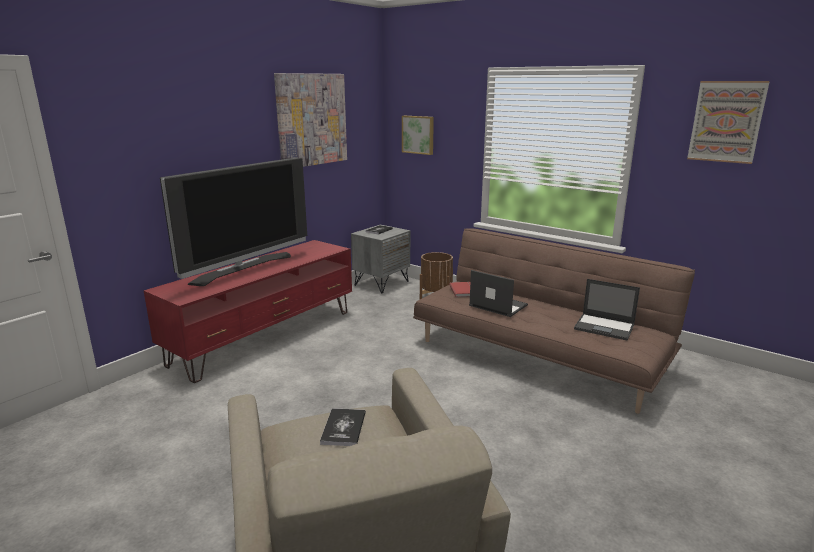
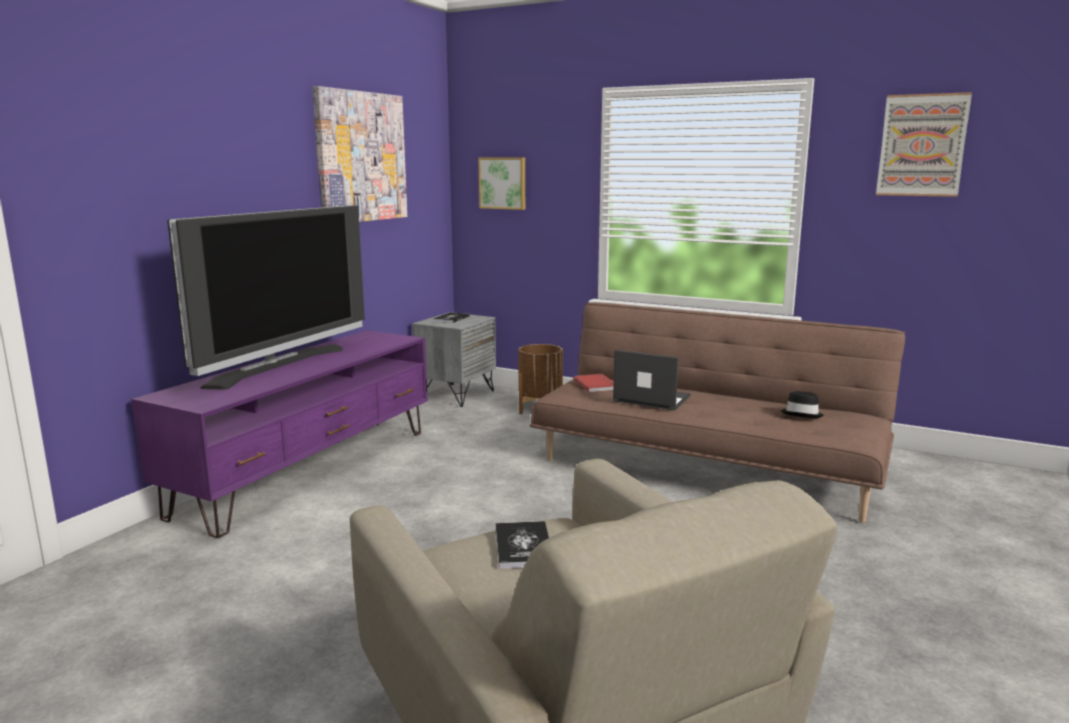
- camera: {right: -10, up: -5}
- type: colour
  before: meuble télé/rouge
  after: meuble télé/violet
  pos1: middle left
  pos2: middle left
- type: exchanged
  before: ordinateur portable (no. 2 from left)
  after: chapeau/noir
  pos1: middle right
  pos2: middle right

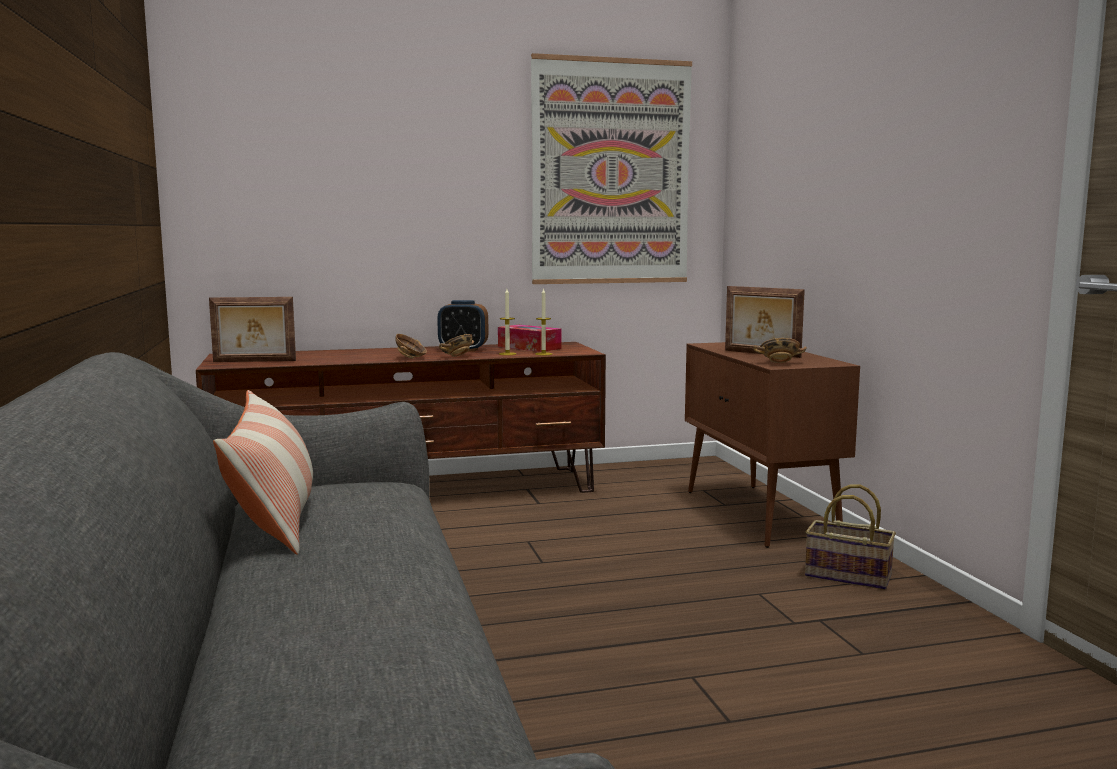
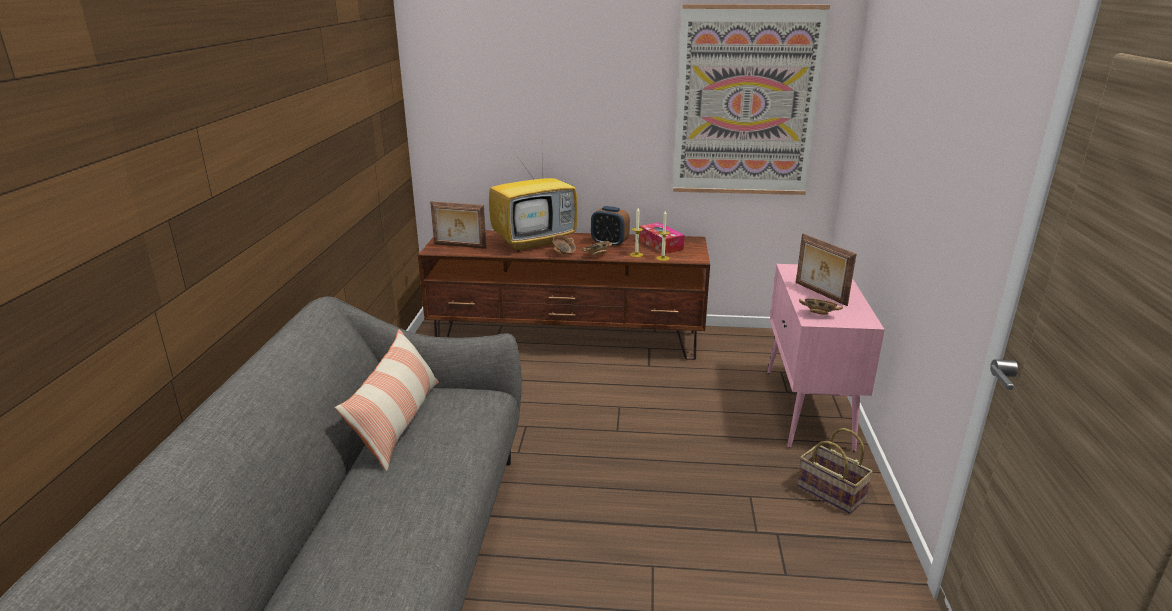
- camera: {right: 20, up: 15}
- type: appeared
  after: téléviseur
  pos2: top centre
- type: colour
  before: meuble de rangement/marron
  after: meuble de rangement/rose
  pos1: middle right
  pos2: middle right

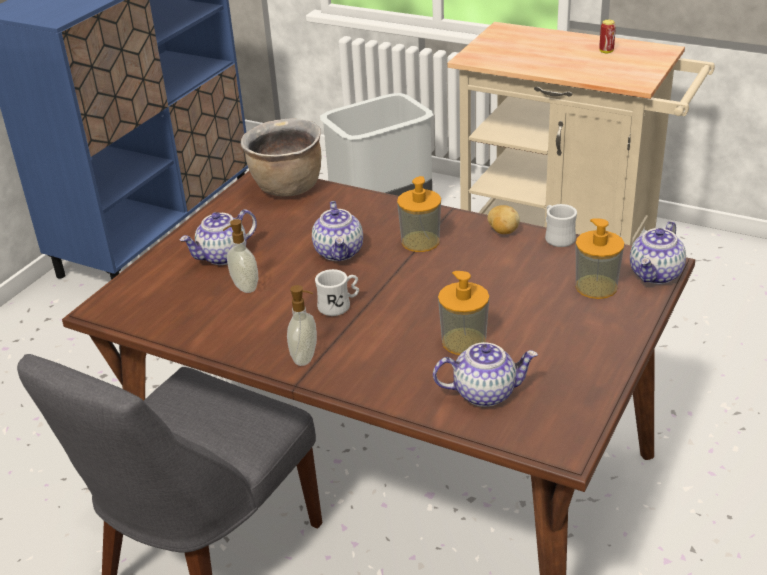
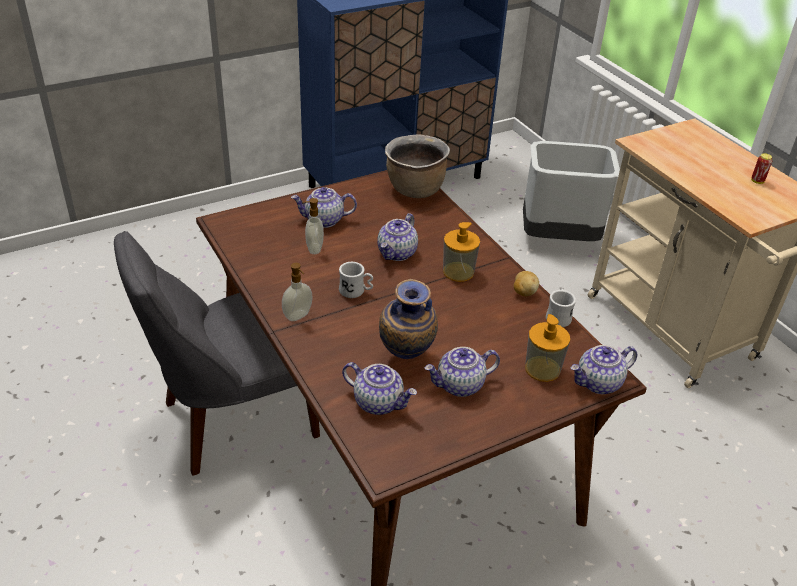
- camera: {right: 30, up: 5}
- type: exchanged
  before: distributeur de savon (no. 4 from left)
  after: vase
  pos1: centre
  pos2: centre
- type: appeared
  after: théière (no. 4 from left)
  pos2: centre

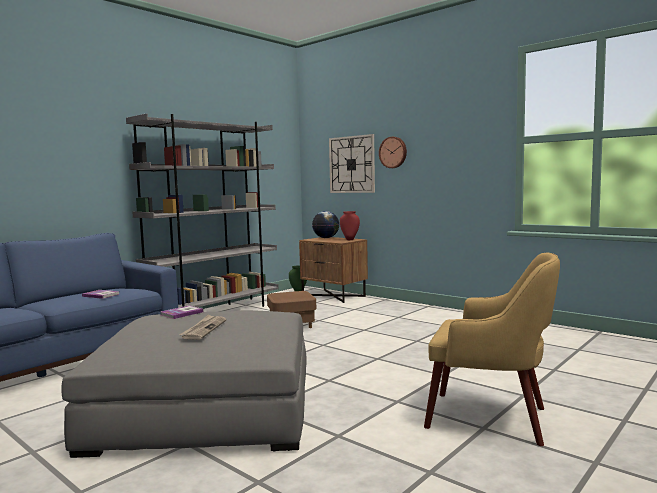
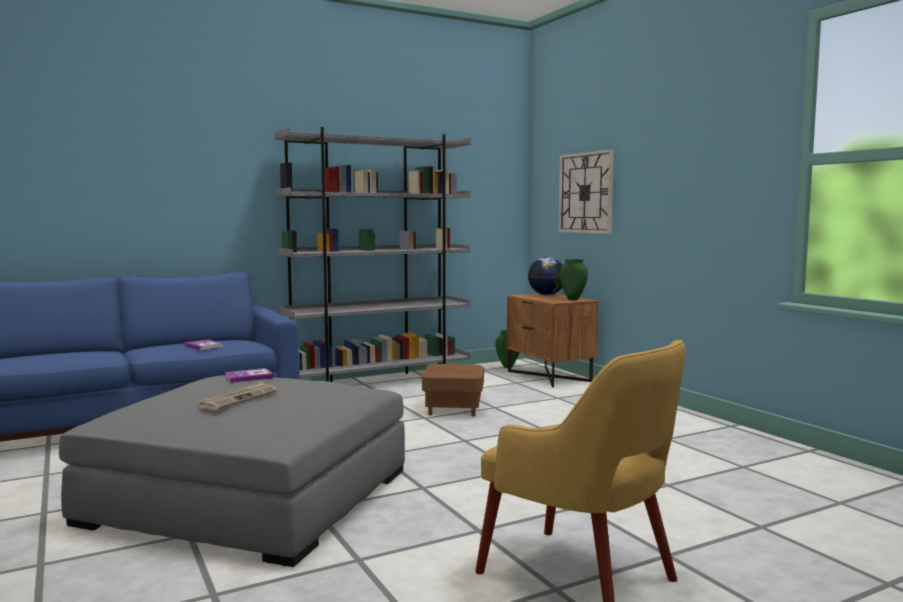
- camera: {right: 20, up: 0}
- type: colour
  before: vase/rouge
  after: vase/vert (no. 2 from left)
  pos1: centre
  pos2: centre
- type: missing
  before: horloge murale (no. 2 from left)
  pos1: top centre

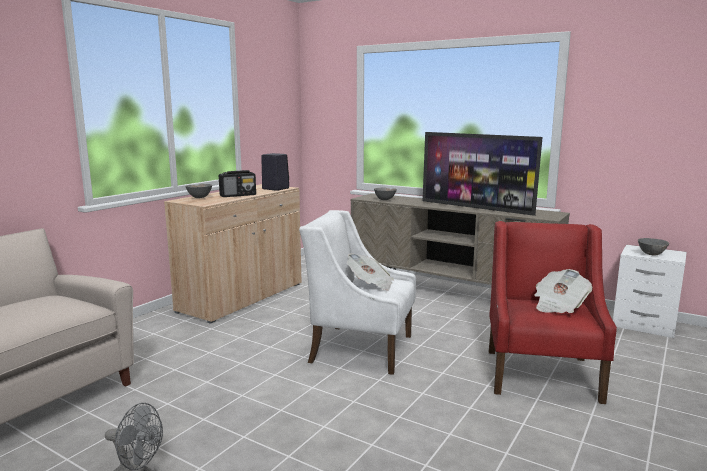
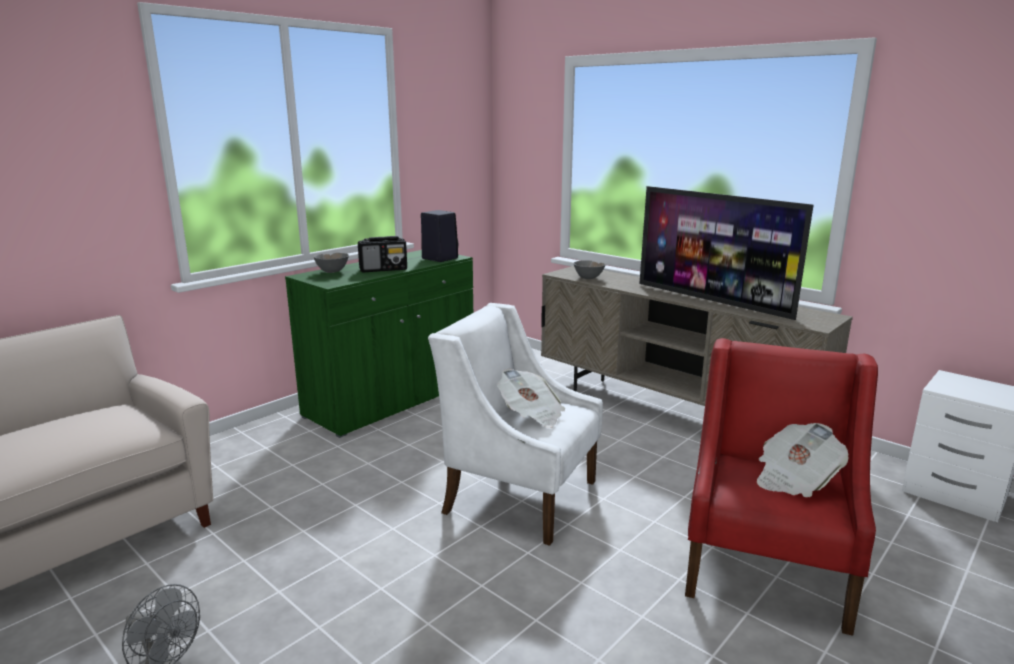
- camera: {right: 10, up: 5}
- type: colour
  before: meuble de rangement/beige
  after: meuble de rangement/vert
  pos1: middle left
  pos2: centre
- type: missing
  before: bol/gris (no. 3 from left)
  pos1: middle right

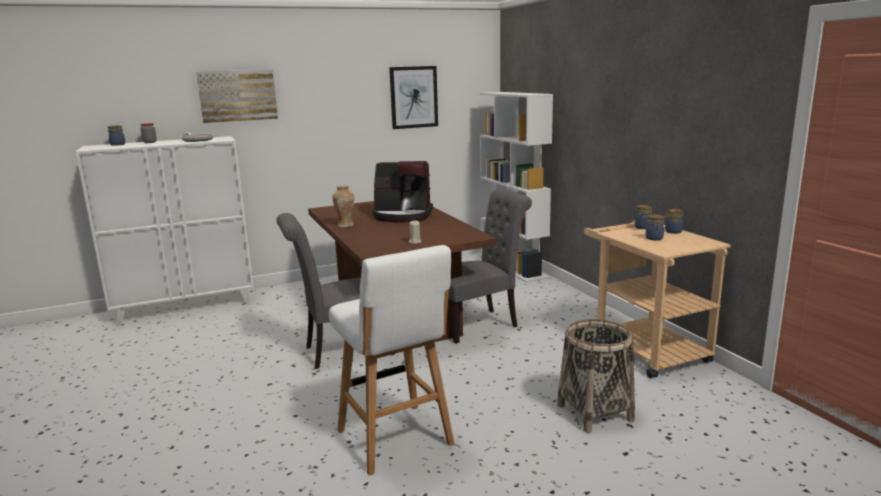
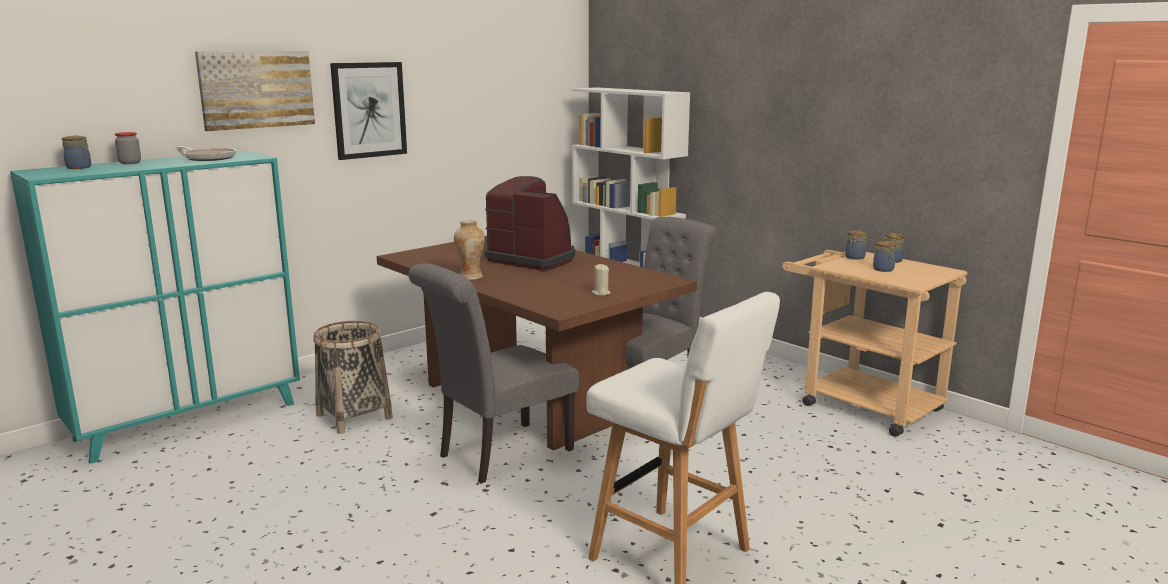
- camera: {right: -20, up: 0}
- type: colour
  before: meuble de rangement/blanc
  after: meuble de rangement/turquoise
  pos1: middle left
  pos2: middle left
- type: relocated
  before: panier
  pos1: bottom right
  pos2: middle left
- type: relocated
  before: tableau (no. 2 from left)
  pos1: top centre
  pos2: top left
- type: spun
  before: machine à café
  pos1: centre
  pos2: centre
  turn: -135

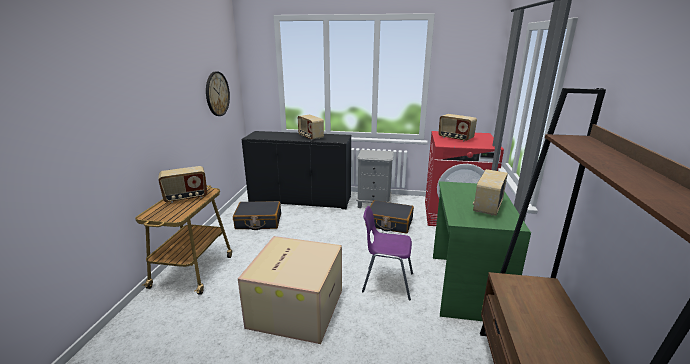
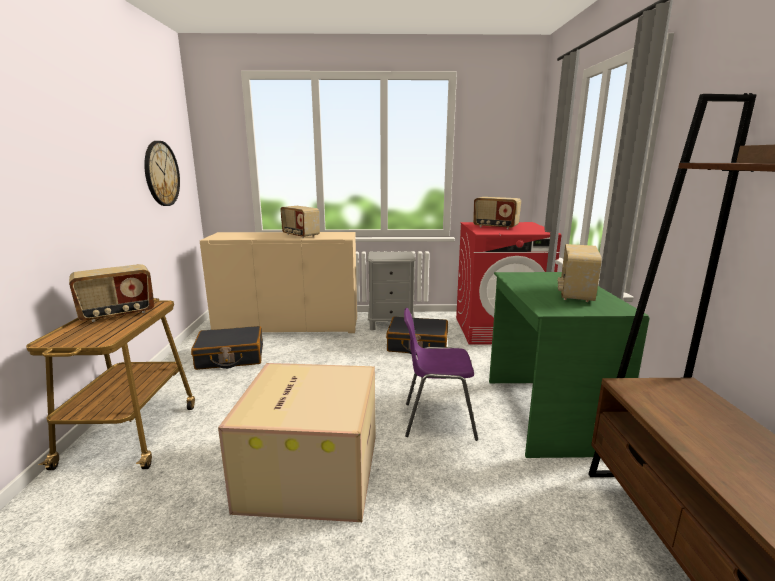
- camera: {right: -10, up: -5}
- type: colour
  before: meuble de rangement/noir
  after: meuble de rangement/beige
  pos1: centre
  pos2: centre

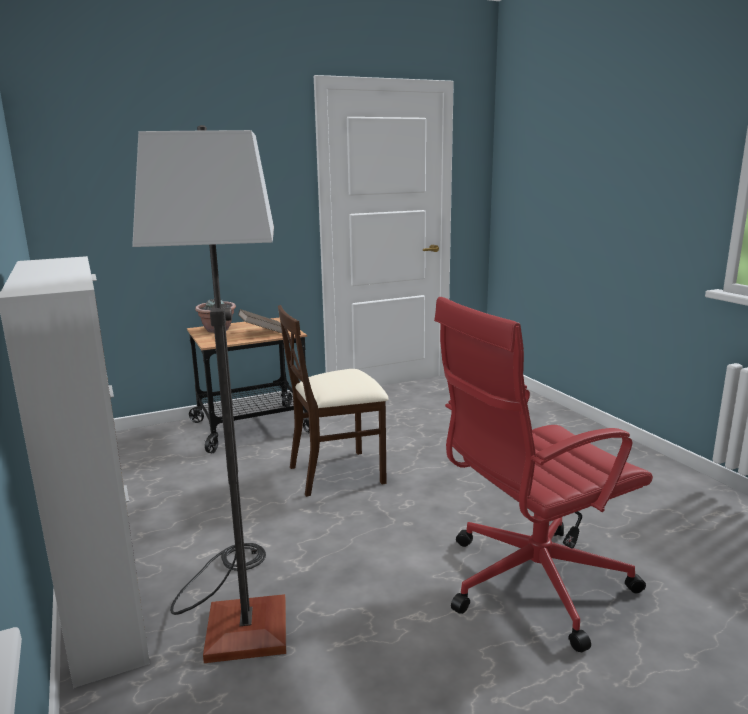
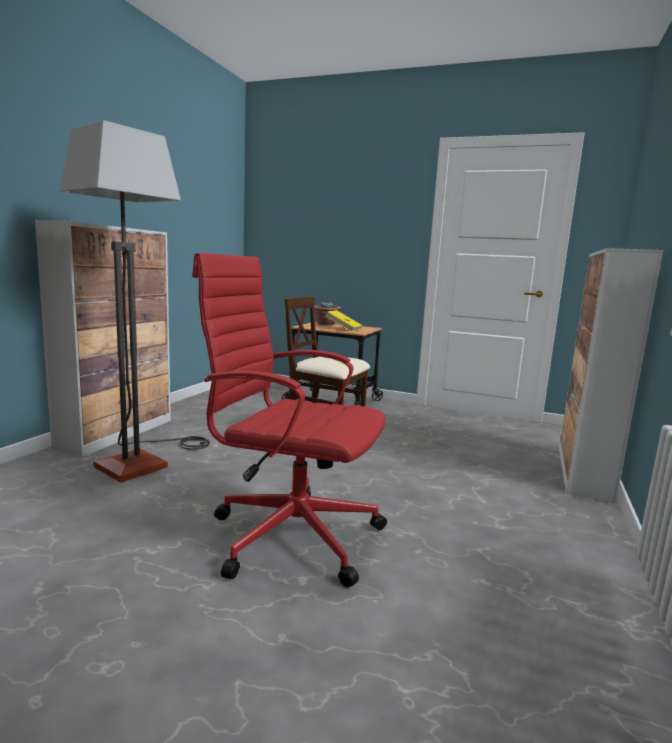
- camera: {right: 45, up: -5}
- type: colour
  before: livre/marron
  after: livre/jaune
  pos1: centre
  pos2: centre
- type: appeared
  after: meuble de rangement (no. 2 from left)
  pos2: middle right

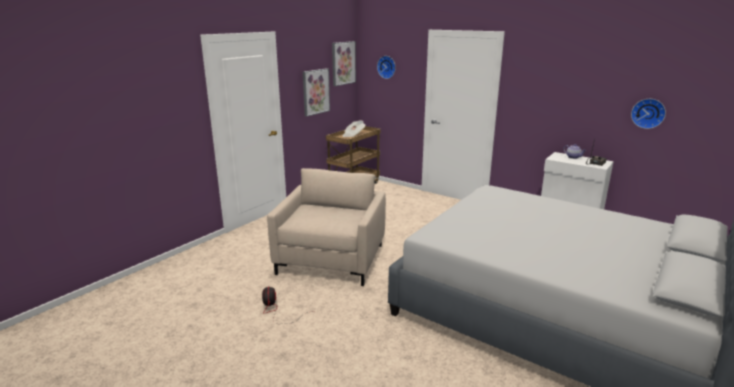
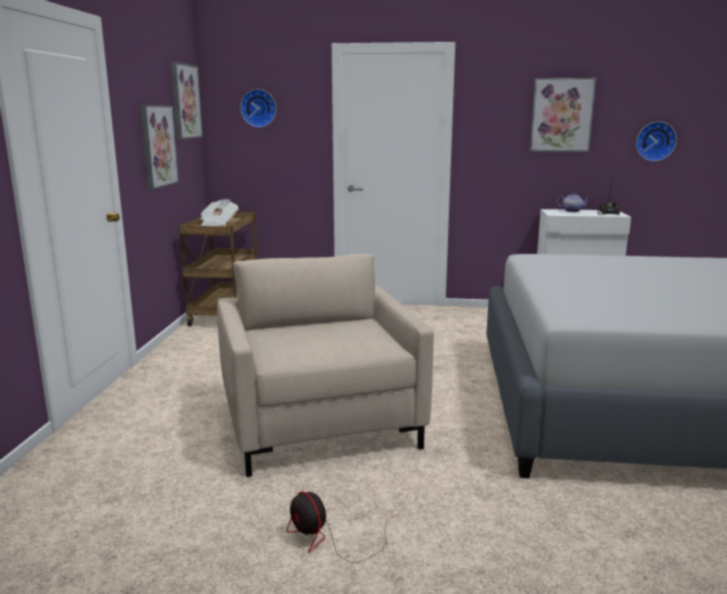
- camera: {right: -30, up: -5}
- type: appeared
  after: tableau (no. 3 from left)
  pos2: top right

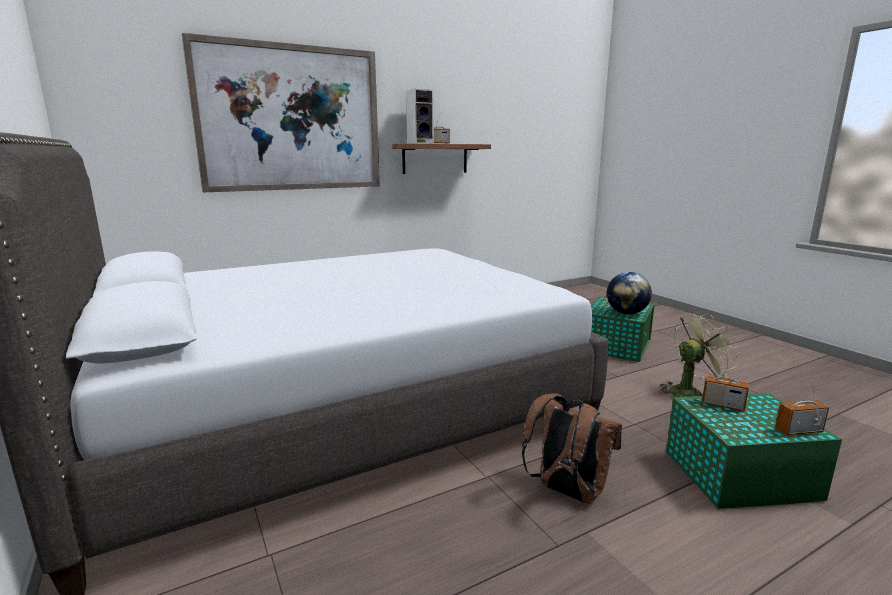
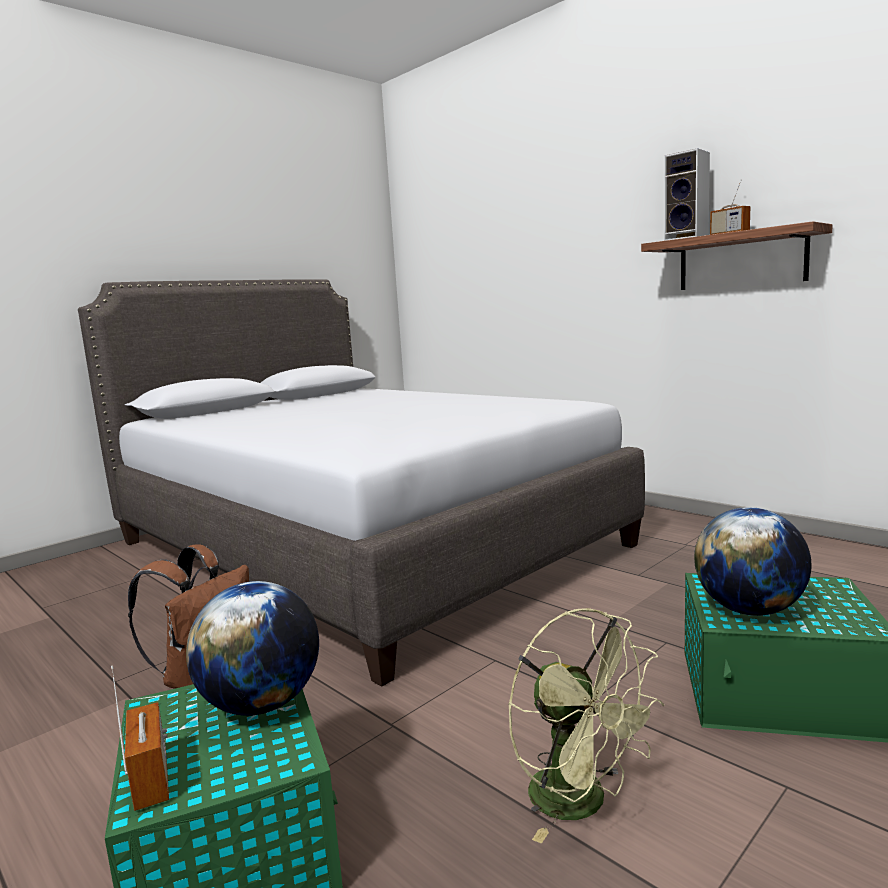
- camera: {right: 75, up: -5}
- type: exchanged
  before: radio (no. 2 from left)
  after: globe (no. 1 from left)
  pos1: middle right
  pos2: bottom left
- type: missing
  before: tableau
  pos1: top left

